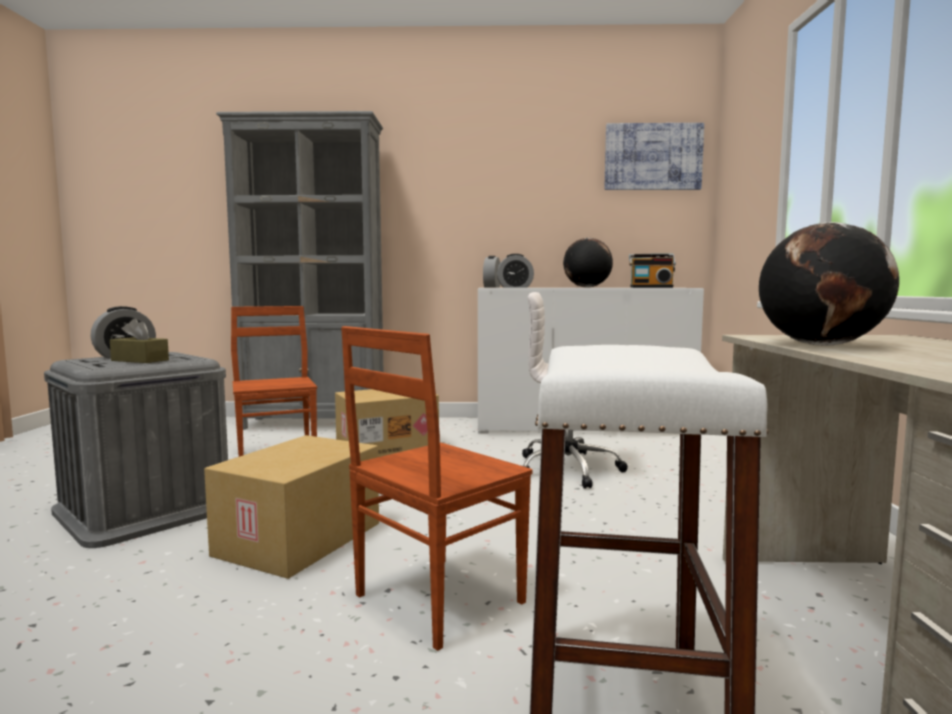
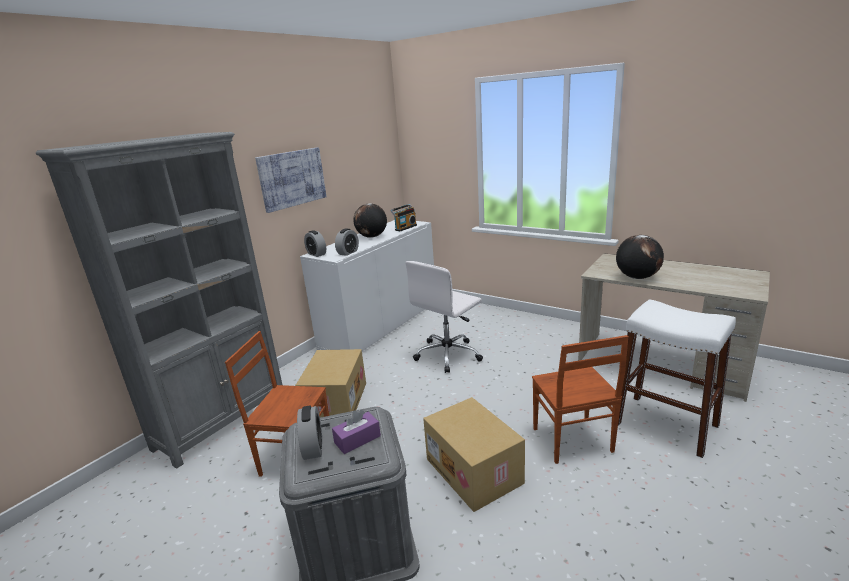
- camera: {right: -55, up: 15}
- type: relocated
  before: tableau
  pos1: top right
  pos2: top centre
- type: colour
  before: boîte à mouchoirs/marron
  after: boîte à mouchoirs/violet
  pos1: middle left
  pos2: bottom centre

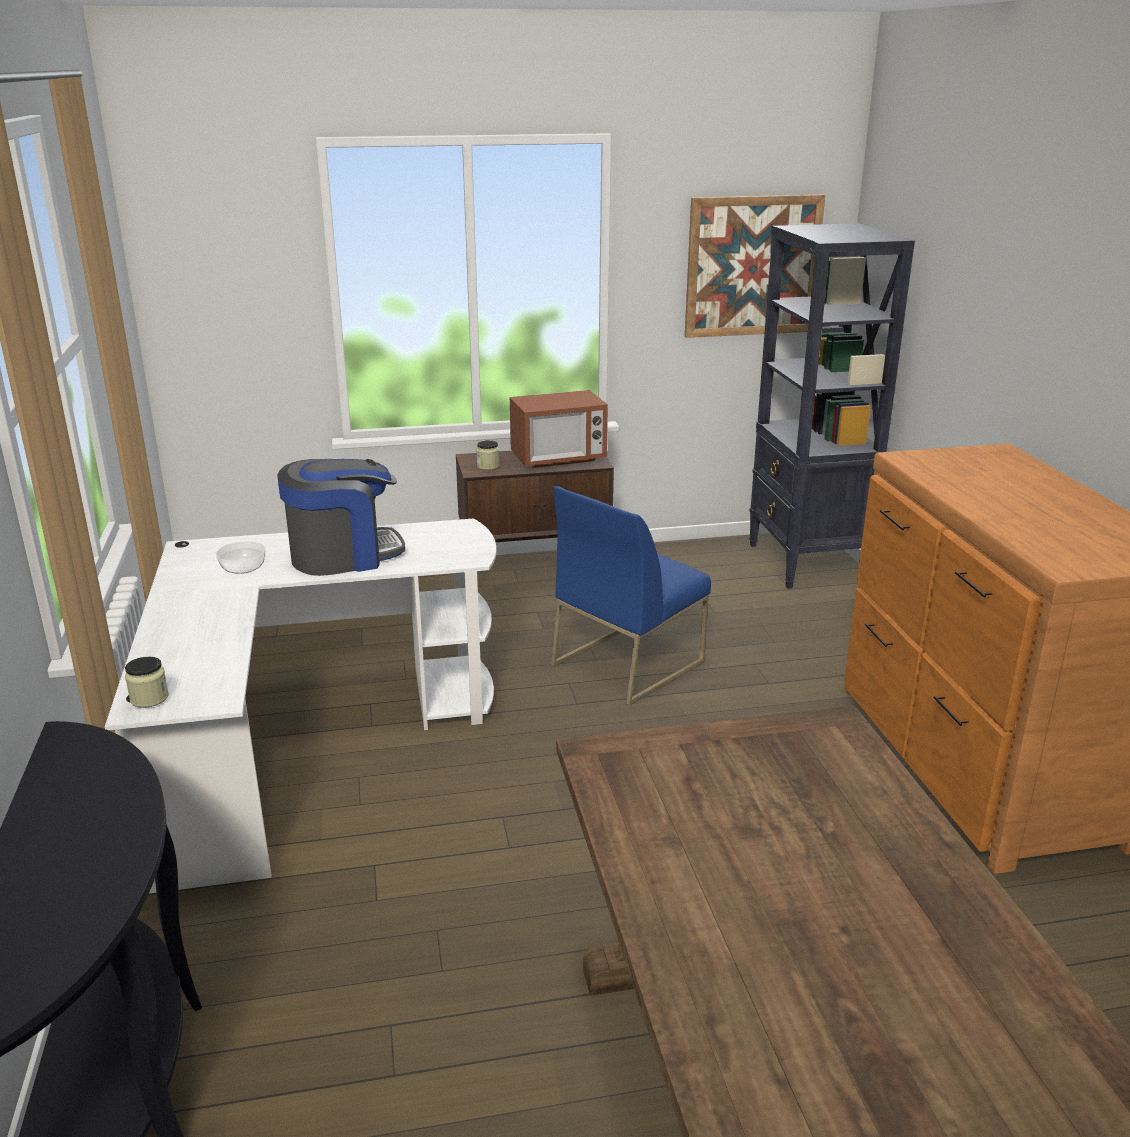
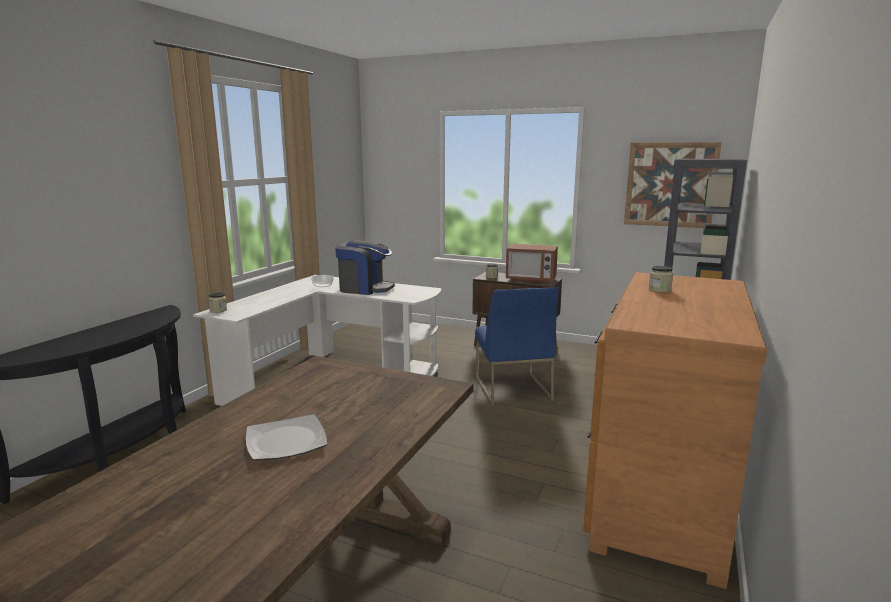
- camera: {right: 35, up: -10}
- type: appeared
  after: assiette
  pos2: bottom left
- type: spun
  before: chaise/bleu
  pos1: centre
  pos2: centre
  turn: -90
- type: appeared
  after: bocal (no. 3 from left)
  pos2: middle right

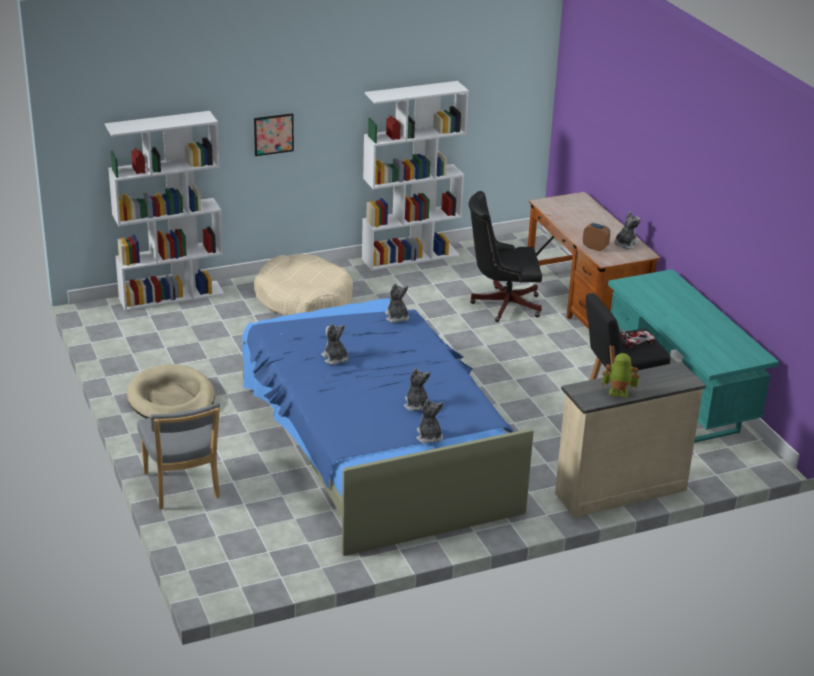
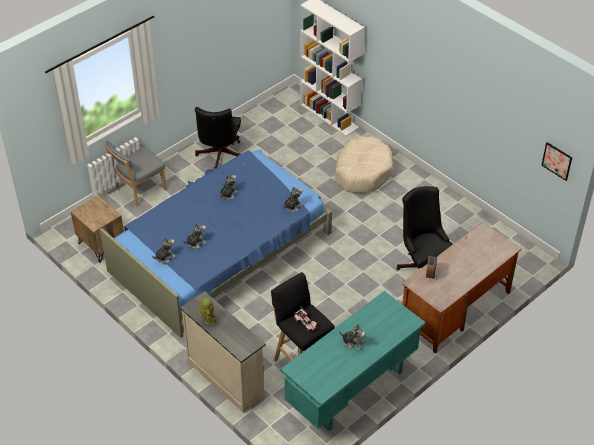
- camera: {right: 70, up: 15}
- type: appeared
  after: table de chevet/marron
  pos2: middle left
- type: exchanged
  before: panier pour chien/beige (no. 1 from left)
  after: chaise de bureau/noir (no. 1 from left)
  pos1: middle left
  pos2: top centre
- type: relocated
  before: peluche (no. 5 from left)
  pos1: middle right
  pos2: bottom centre
- type: relocated
  before: tableau
  pos1: top centre
  pos2: middle right
- type: missing
  before: bibliothèque/blanc (no. 2 from left)
  pos1: top centre

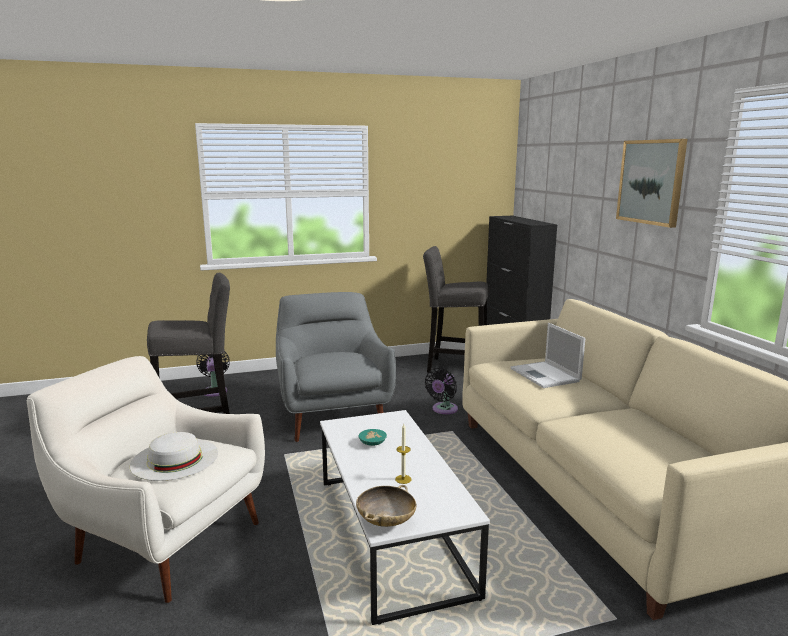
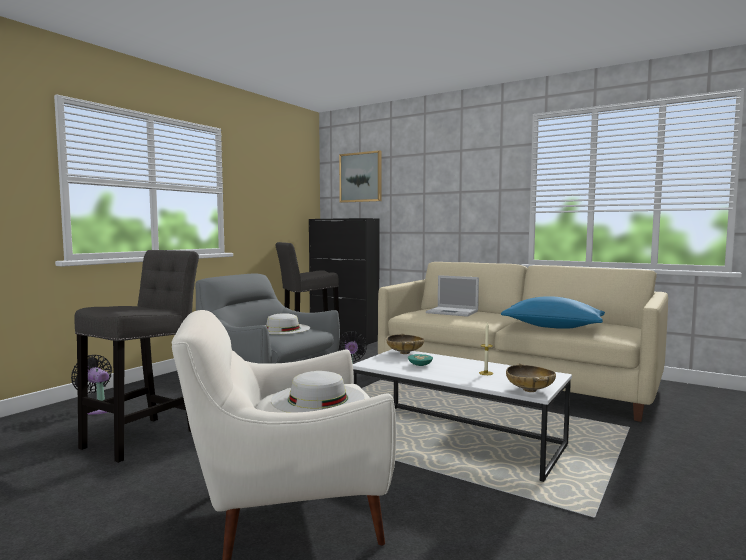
- camera: {right: -40, up: -10}
- type: appeared
  after: chapeau/blanc (no. 1 from left)
  pos2: centre
- type: relocated
  before: tableau
  pos1: top right
  pos2: top centre
- type: appeared
  after: bol/beige (no. 1 from left)
  pos2: centre
- type: appeared
  after: coussin/bleu
  pos2: middle right

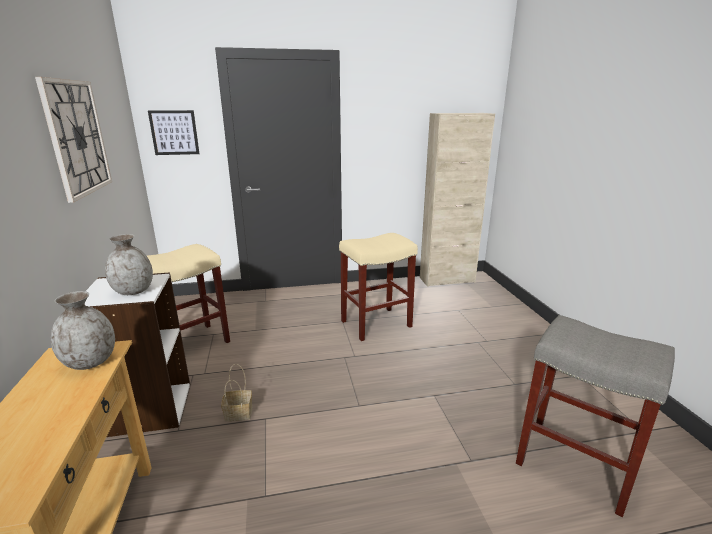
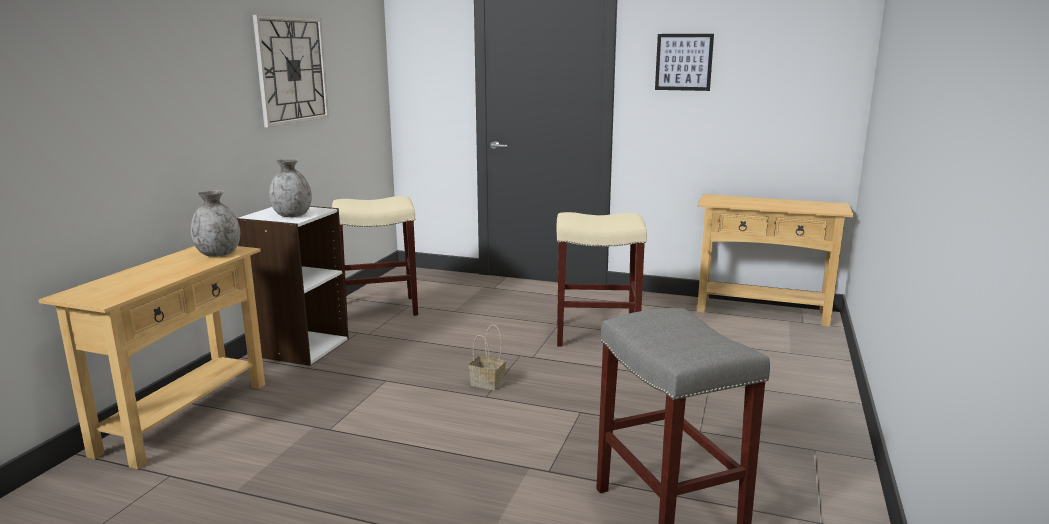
- camera: {right: 30, up: -5}
- type: relocated
  before: panier
  pos1: bottom left
  pos2: bottom centre
- type: relocated
  before: tableau
  pos1: top left
  pos2: top centre
- type: exchanged
  before: meuble de rangement/beige
  after: table console/beige (no. 2 from left)
  pos1: centre
  pos2: middle right

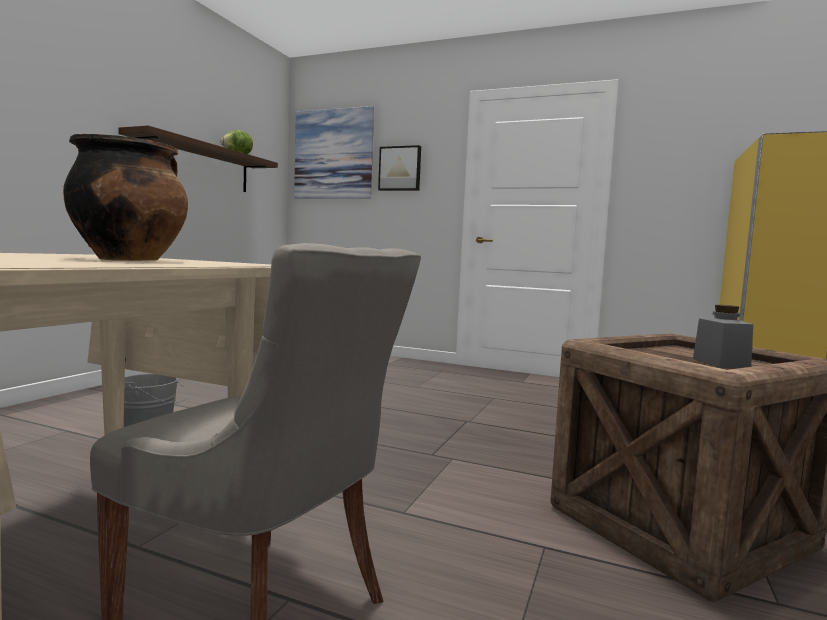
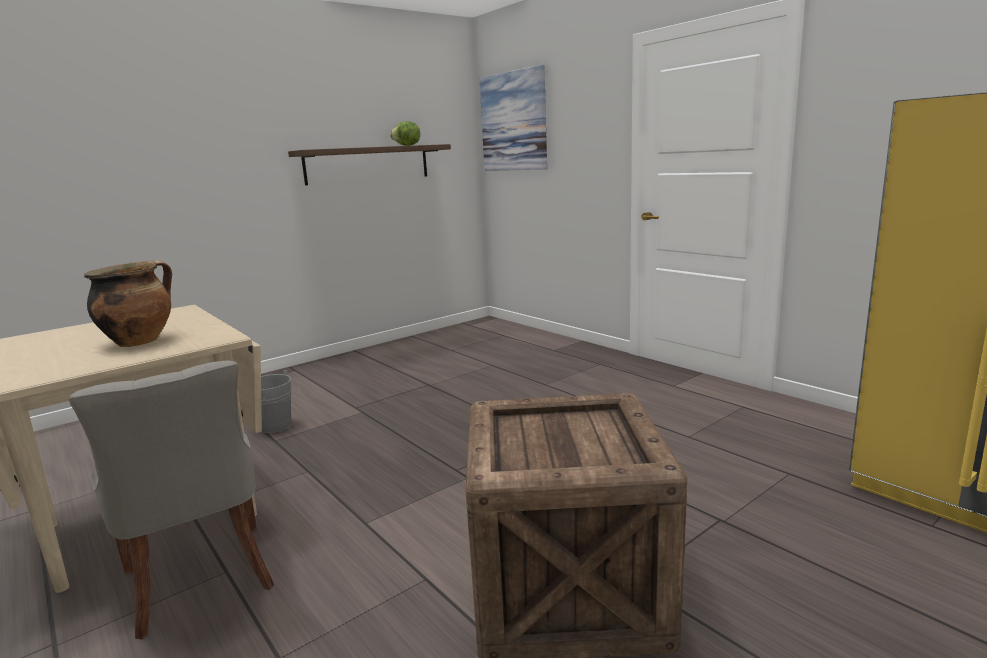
- camera: {right: 30, up: 10}
- type: missing
  before: tableau (no. 2 from left)
  pos1: top centre
- type: missing
  before: bocal/gris
  pos1: middle right

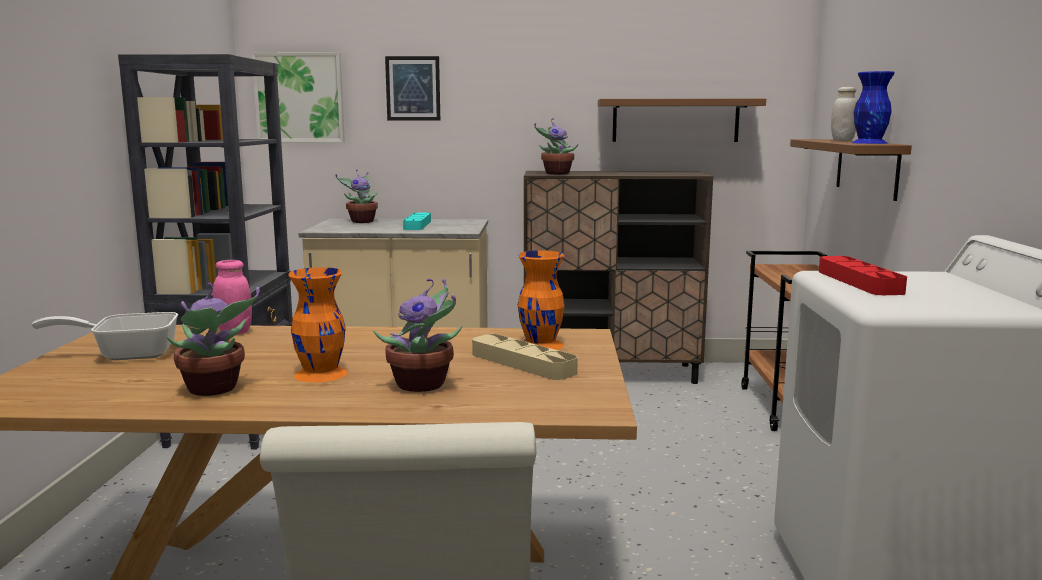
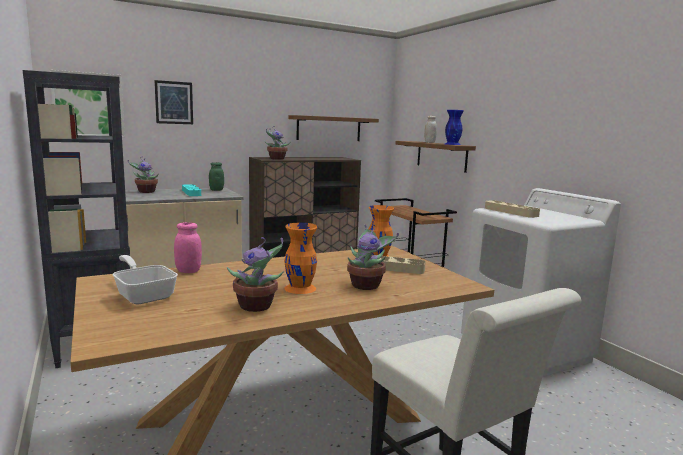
- camera: {right: -30, up: 0}
- type: spun
  before: poêle
  pos1: middle left
  pos2: middle left
  turn: 90
- type: appeared
  after: bocal/vert
  pos2: middle left
- type: colour
  before: plateau/rouge
  after: plateau/beige (no. 2 from left)
  pos1: middle right
  pos2: middle right

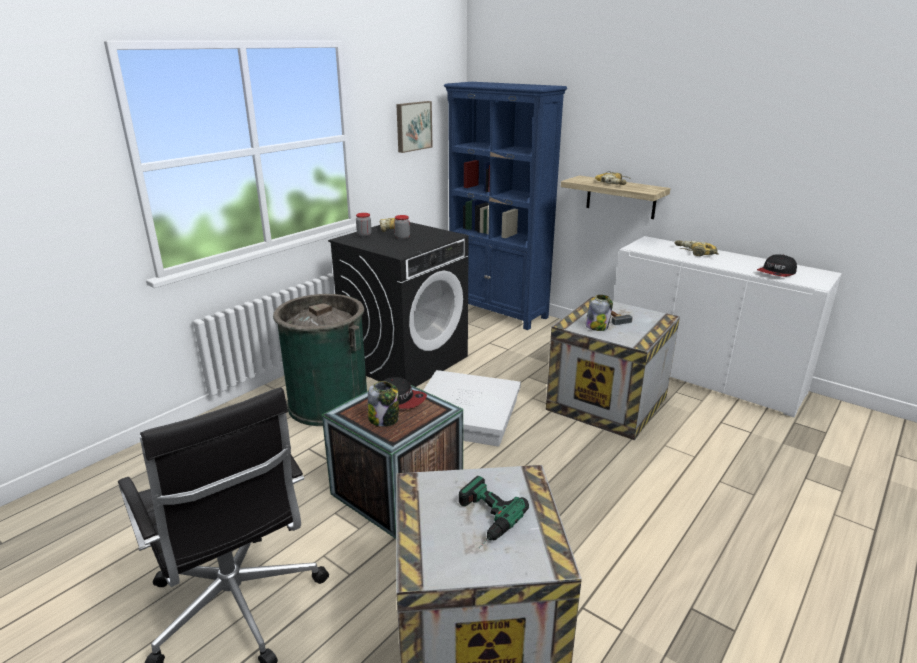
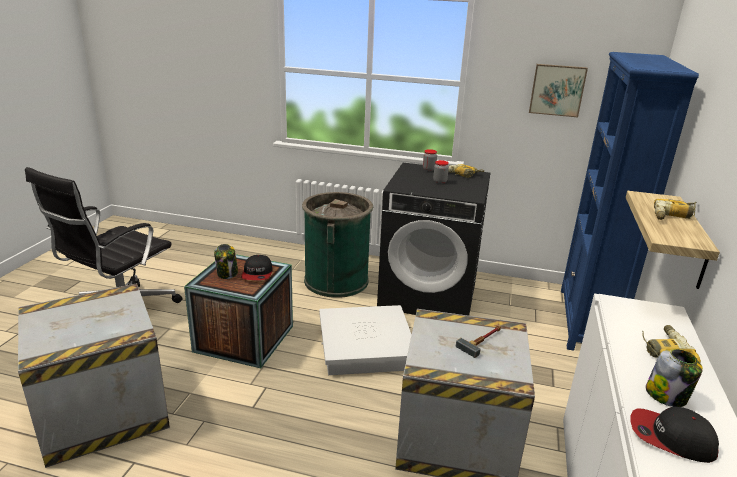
- camera: {right: 65, up: 0}
- type: relocated
  before: bocal (no. 4 from left)
  pos1: centre
  pos2: bottom right
- type: missing
  before: perceuse (no. 2 from left)
  pos1: bottom centre

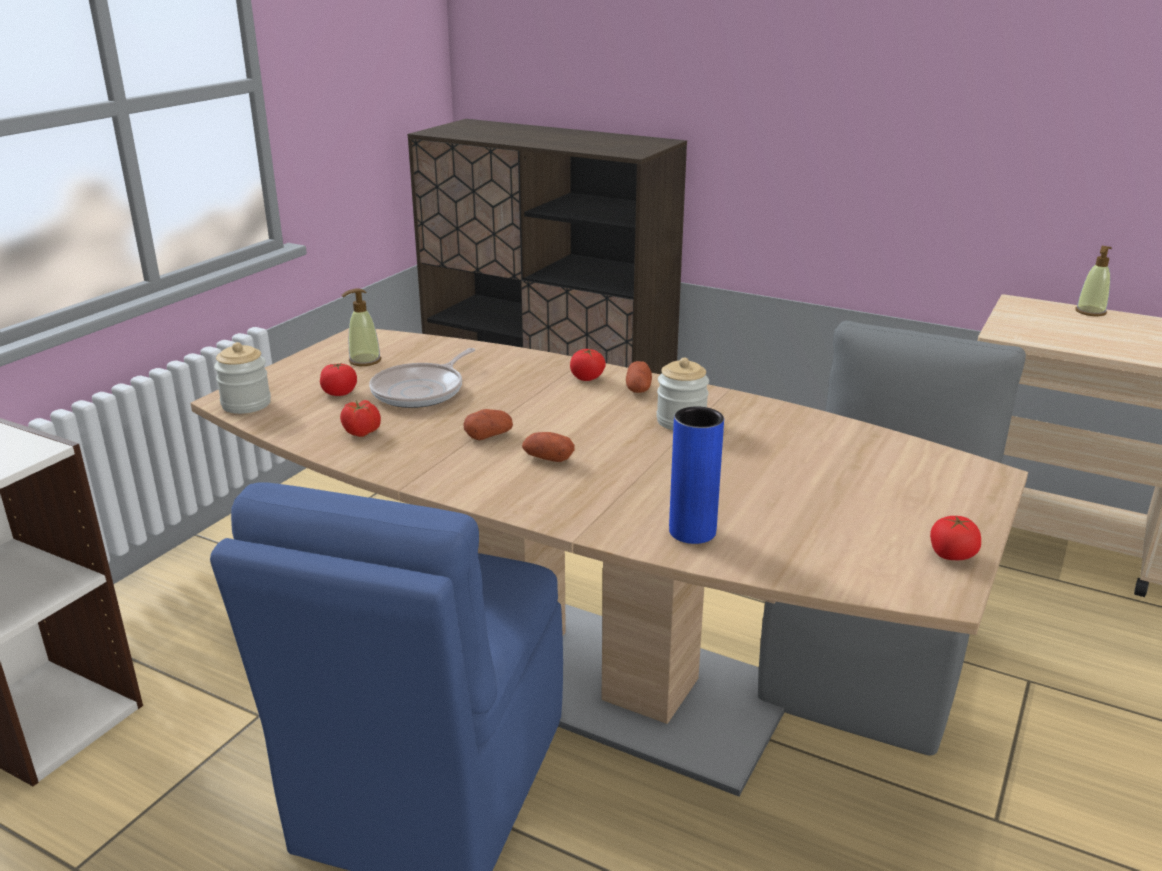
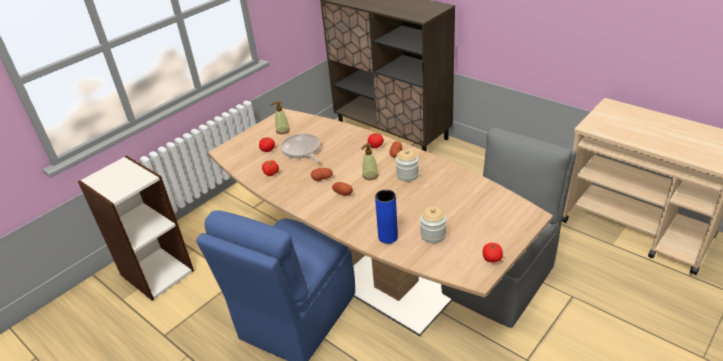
- camera: {right: 15, up: 10}
- type: spun
  before: poêle
  pos1: centre
  pos2: centre
  turn: 105
- type: relocated
  before: distributeur de savon (no. 2 from left)
  pos1: top right
  pos2: centre
- type: relocated
  before: bocal (no. 1 from left in the first image)
  after: bocal (no. 2 from left)
  pos1: middle left
  pos2: centre

